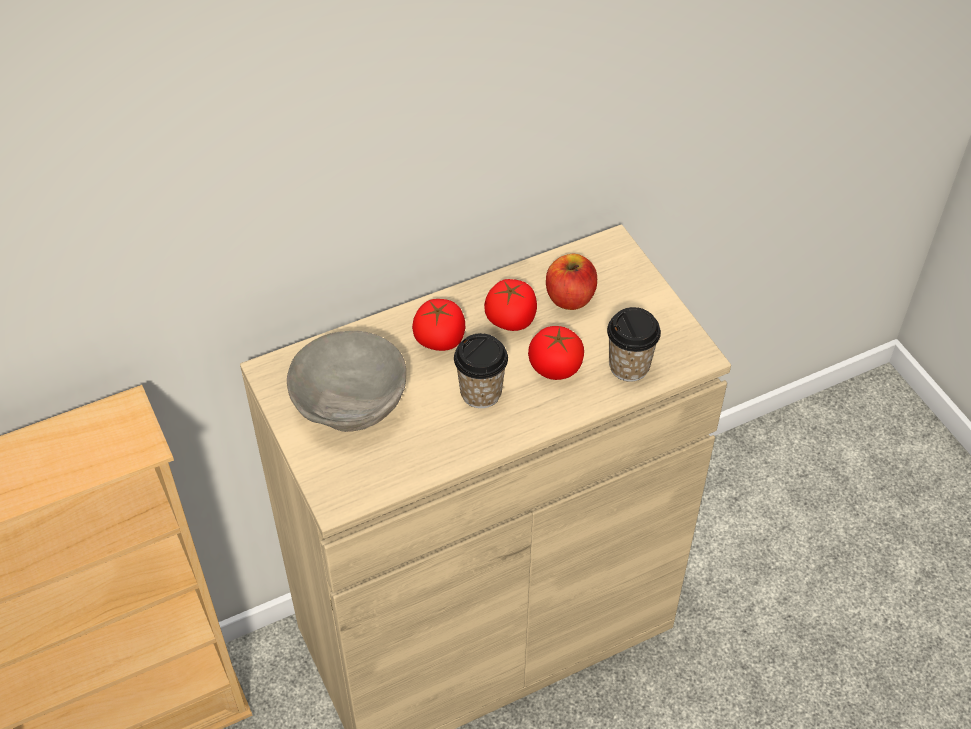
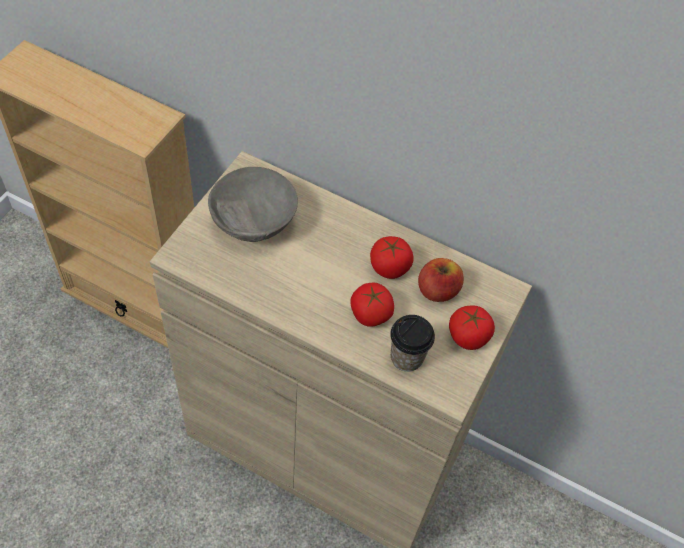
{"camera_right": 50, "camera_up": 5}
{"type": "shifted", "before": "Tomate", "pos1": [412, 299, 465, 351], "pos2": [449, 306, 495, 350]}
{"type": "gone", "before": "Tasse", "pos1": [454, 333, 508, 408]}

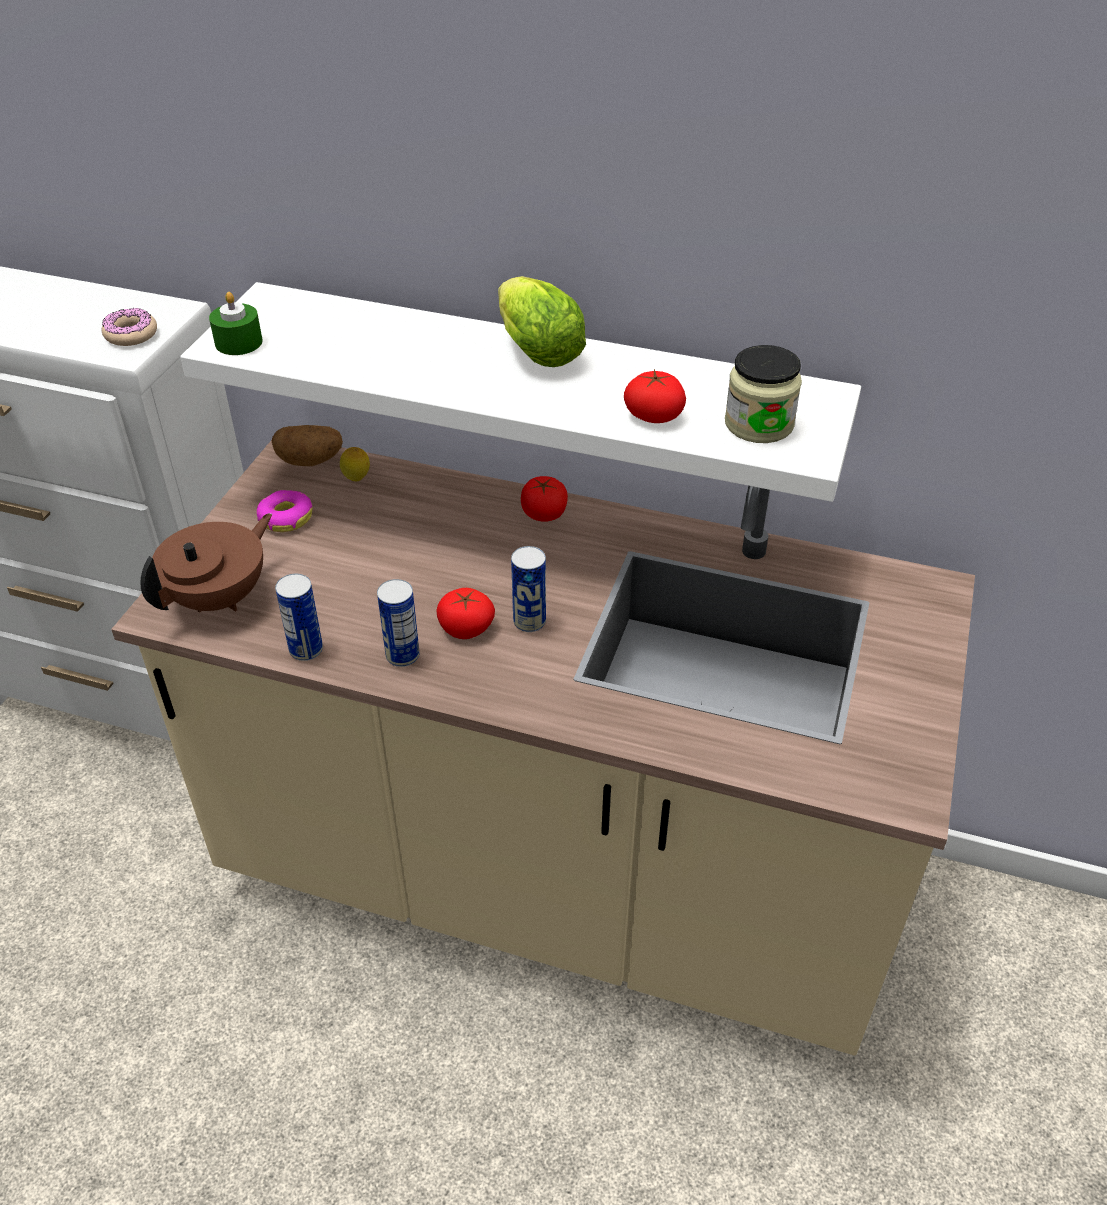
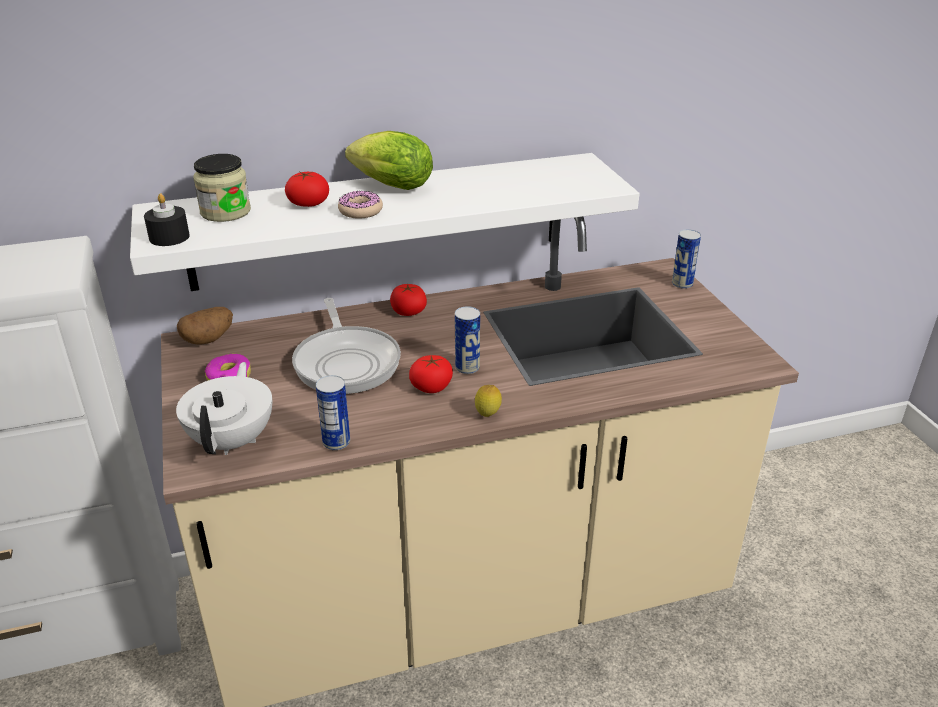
{"camera_right": -35, "camera_up": -10}
{"type": "repainted", "before": "Kerze [grün]", "after": "Kerze [schwarz]", "pos1": [209, 292, 263, 355], "pos2": [144, 193, 190, 246]}
{"type": "repainted", "before": "Teekanne [braun]", "after": "Teekanne [weiß]", "pos1": [140, 513, 272, 613], "pos2": [176, 362, 272, 455]}
{"type": "shifted", "before": "Vorratsglas", "pos1": [725, 345, 802, 443], "pos2": [193, 154, 251, 222]}
{"type": "shifted", "before": "Tomate", "pos1": [624, 369, 686, 423], "pos2": [285, 172, 329, 207]}
{"type": "new", "after": "Pfanne", "pos2": [292, 298, 401, 394]}
{"type": "shifted", "before": "Donut", "pos1": [102, 308, 157, 346], "pos2": [338, 191, 383, 218]}
{"type": "shifted", "before": "Zitrone", "pos1": [340, 447, 370, 481], "pos2": [475, 385, 502, 417]}
{"type": "shifted", "before": "Dose", "pos1": [377, 579, 420, 667], "pos2": [672, 229, 701, 289]}

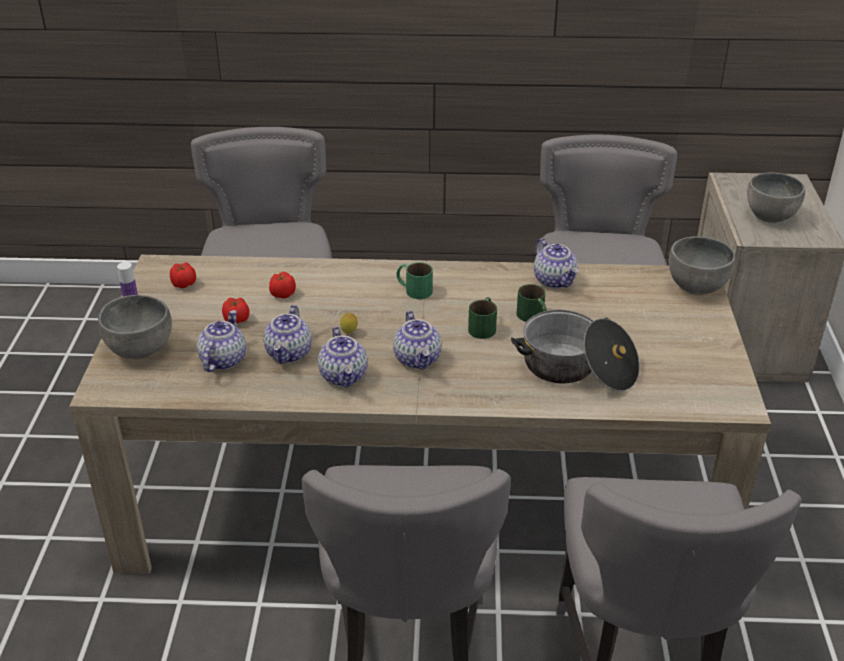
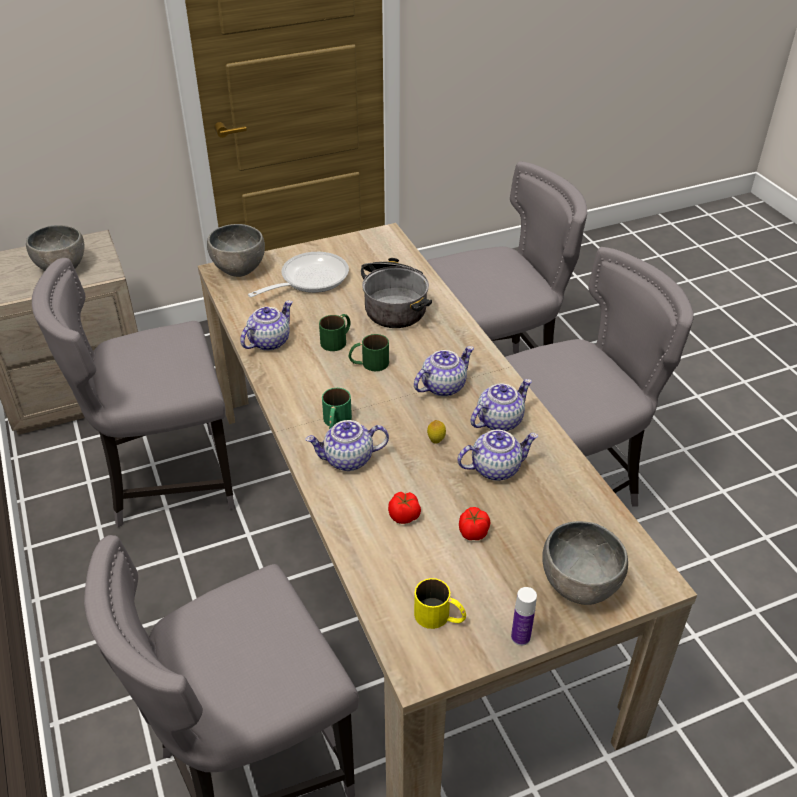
{"camera_right": -115, "camera_up": 5}
{"type": "new", "after": "Pfanne", "pos2": [248, 252, 349, 297]}
{"type": "shifted", "before": "Teekanne", "pos1": [197, 310, 246, 372], "pos2": [306, 420, 389, 471]}
{"type": "swapped", "before": "Tomate", "after": "Henkelbecher [gelb]", "pos1": [170, 263, 196, 288], "pos2": [414, 578, 466, 629]}

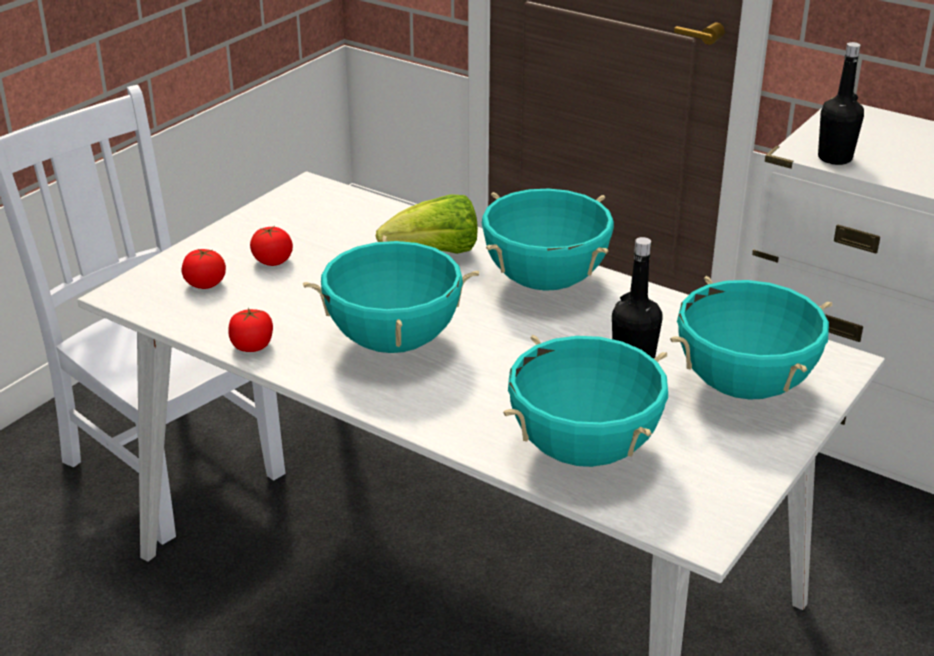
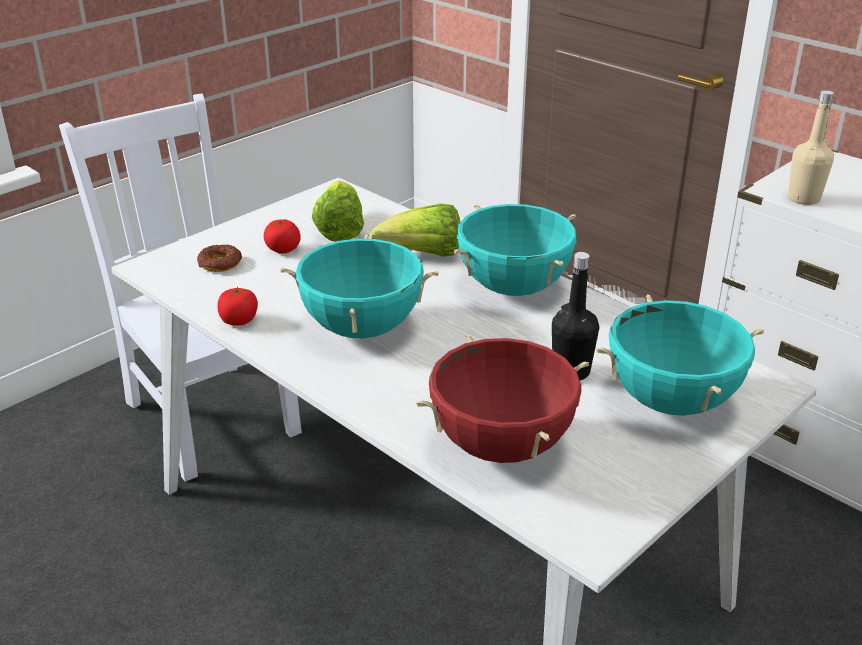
{"camera_right": 10, "camera_up": 0}
{"type": "swapped", "before": "Tomate", "after": "Donut", "pos1": [181, 249, 226, 289], "pos2": [197, 245, 242, 272]}
{"type": "new", "after": "Salatkopf", "pos2": [312, 180, 364, 241]}
{"type": "repainted", "before": "Kochtopf [türkis]", "after": "Kochtopf [rot]", "pos1": [503, 335, 668, 467], "pos2": [416, 333, 589, 463]}
{"type": "repainted", "before": "Flasche [schwarz]", "after": "Flasche [beige]", "pos1": [818, 42, 864, 165], "pos2": [788, 90, 834, 205]}

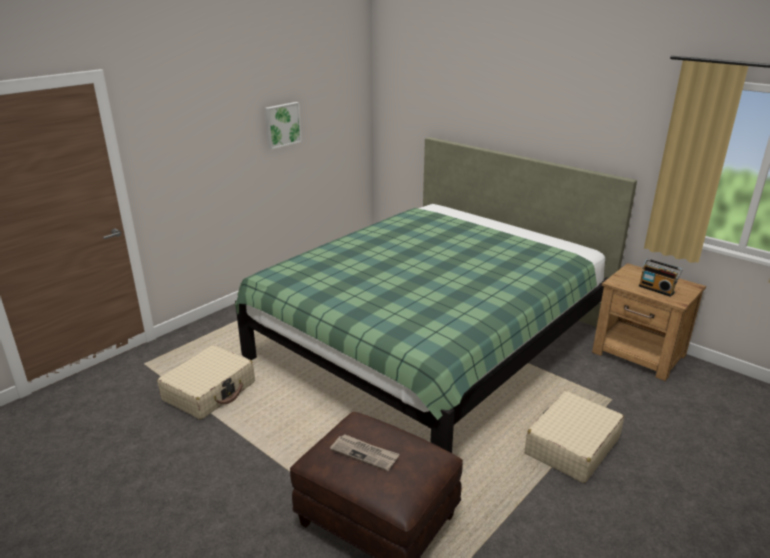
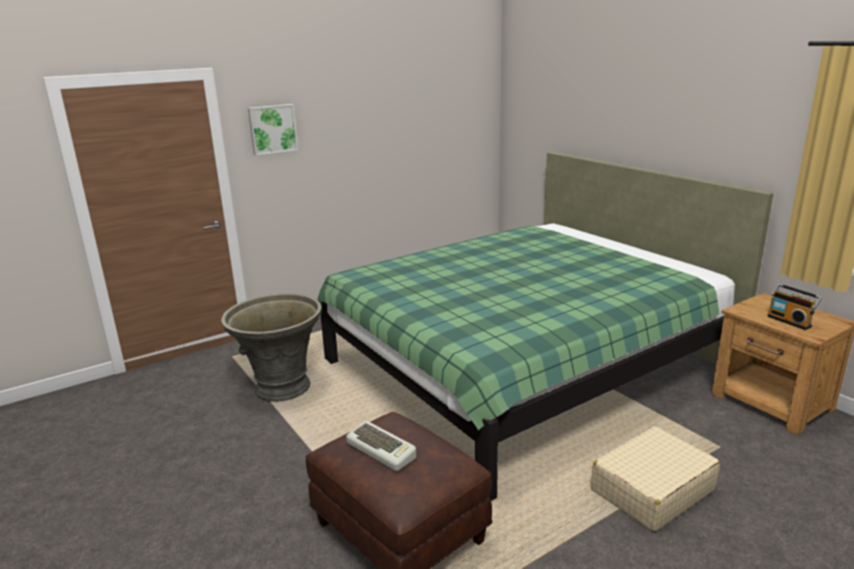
{"camera_right": 15, "camera_up": -5}
{"type": "swapped", "before": "Koffer [beige]", "after": "Pflanzkübel [grau]", "pos1": [157, 345, 255, 420], "pos2": [221, 293, 321, 402]}
{"type": "shifted", "before": "Bild", "pos1": [265, 102, 302, 149], "pos2": [248, 104, 298, 156]}
{"type": "swapped", "before": "Zeitung", "after": "Tastatur", "pos1": [330, 434, 400, 471], "pos2": [346, 421, 416, 471]}

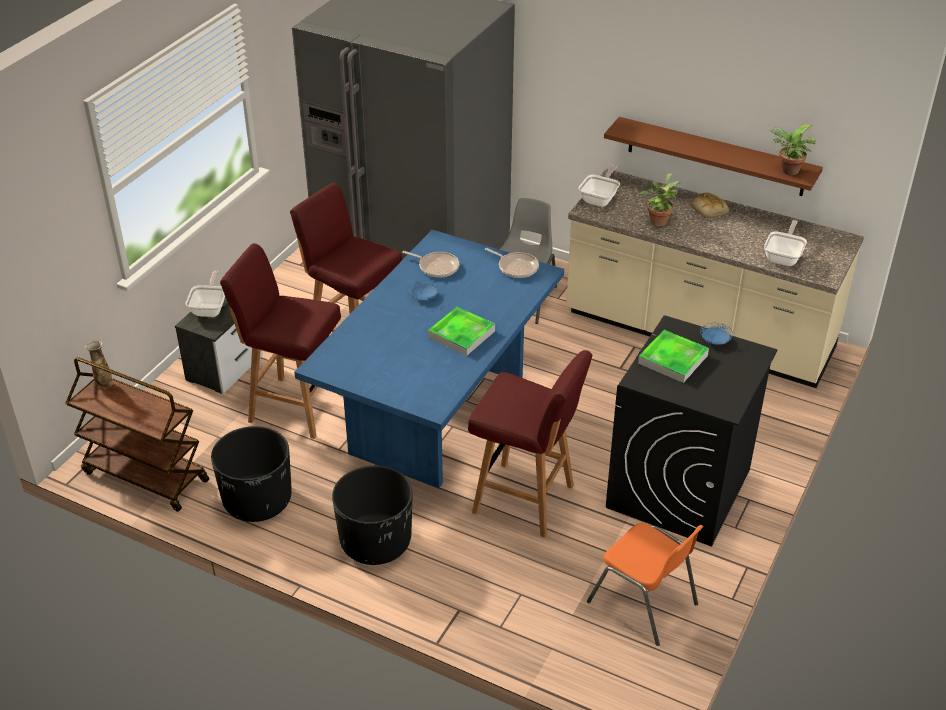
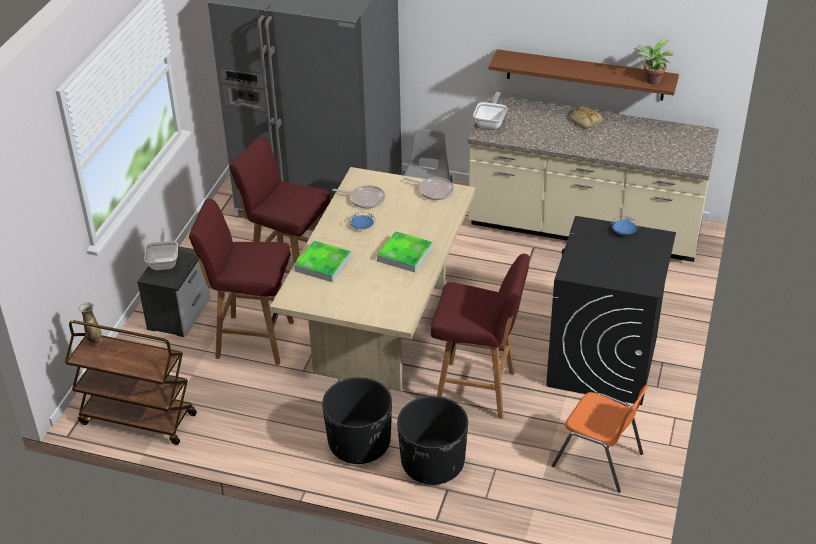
{"camera_right": -10, "camera_up": 0}
{"type": "repainted", "before": "Esstisch [blau]", "after": "Esstisch [beige]", "pos1": [294, 230, 564, 488], "pos2": [270, 167, 475, 391]}
{"type": "shifted", "before": "Tablett", "pos1": [638, 330, 709, 383], "pos2": [294, 241, 352, 282]}
{"type": "shifted", "before": "Pflanzkübel [schwarz]", "pos1": [211, 426, 292, 522], "pos2": [397, 396, 468, 485]}
{"type": "gone", "before": "Topfpflanze", "pos1": [639, 173, 680, 227]}
{"type": "gone", "before": "Pfanne", "pos1": [764, 220, 807, 266]}

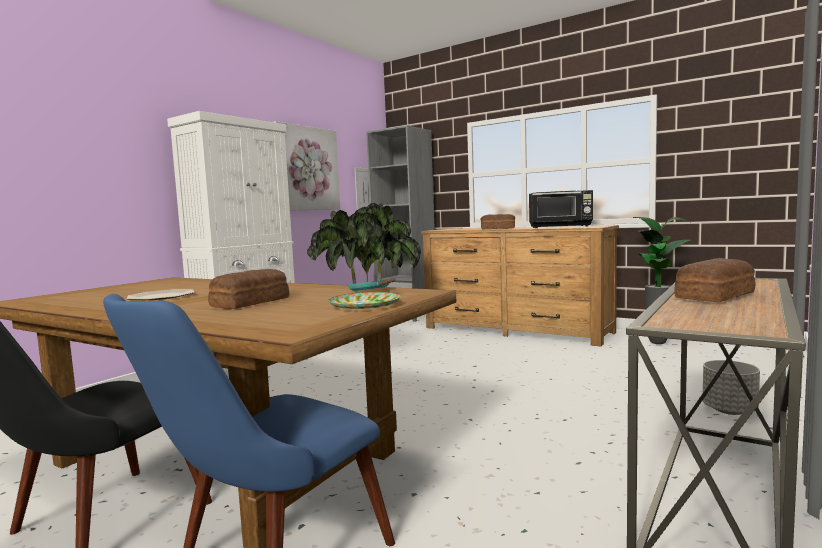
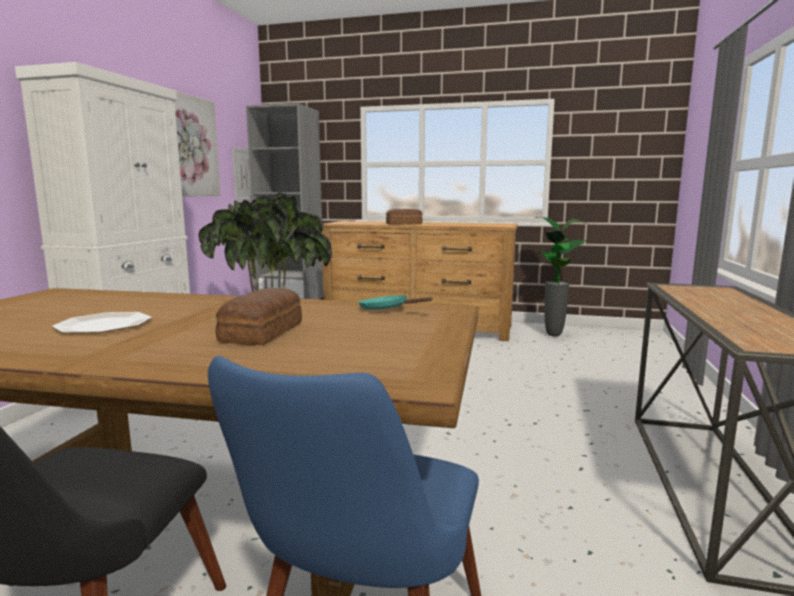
{"camera_right": -20, "camera_up": 5}
{"type": "gone", "before": "Teller", "pos1": [328, 292, 401, 309]}
{"type": "gone", "before": "Mikrowelle [schwarz]", "pos1": [529, 190, 593, 228]}
{"type": "gone", "before": "Brot", "pos1": [674, 258, 756, 302]}
{"type": "gone", "before": "Pflanzkübel [grau]", "pos1": [703, 360, 760, 415]}

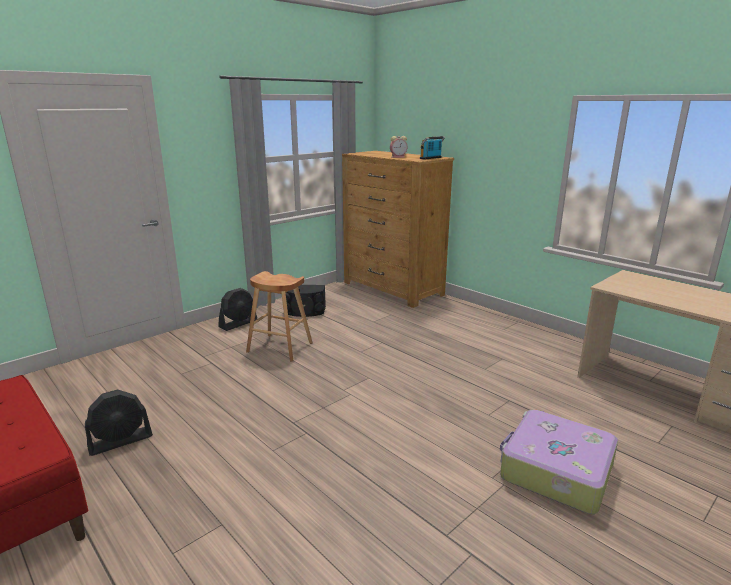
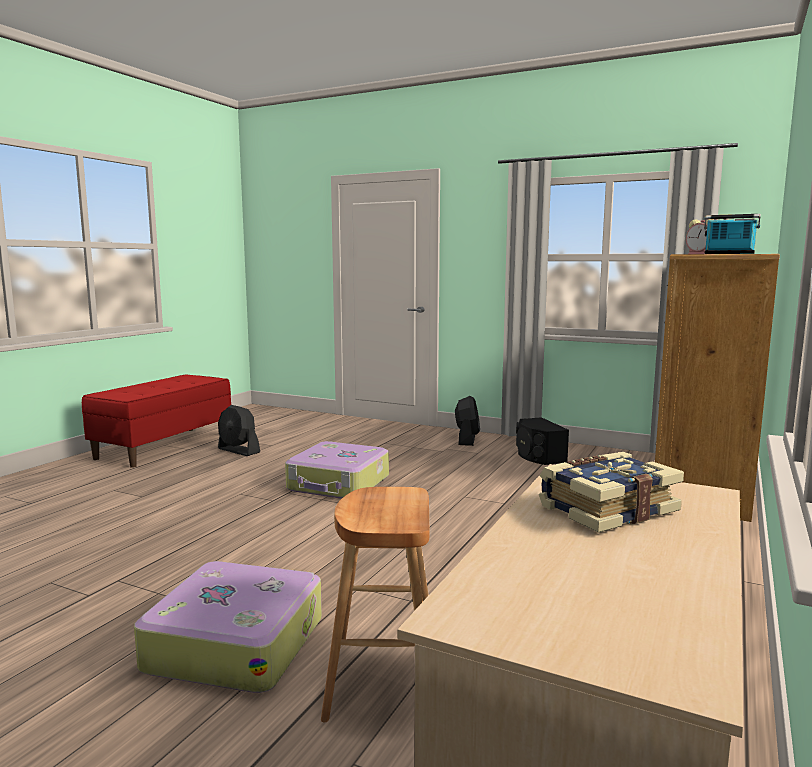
{"camera_right": 70, "camera_up": -10}
{"type": "new", "after": "Koffer", "pos2": [285, 441, 389, 499]}
{"type": "shifted", "before": "Hocker [braun]", "pos1": [246, 271, 313, 362], "pos2": [321, 487, 430, 723]}
{"type": "rotated", "before": "Ventilator [schwarz]", "pos1": [218, 288, 257, 331], "pos2": [455, 396, 480, 446], "turn": -105}
{"type": "new", "after": "Buch", "pos2": [539, 452, 684, 533]}

